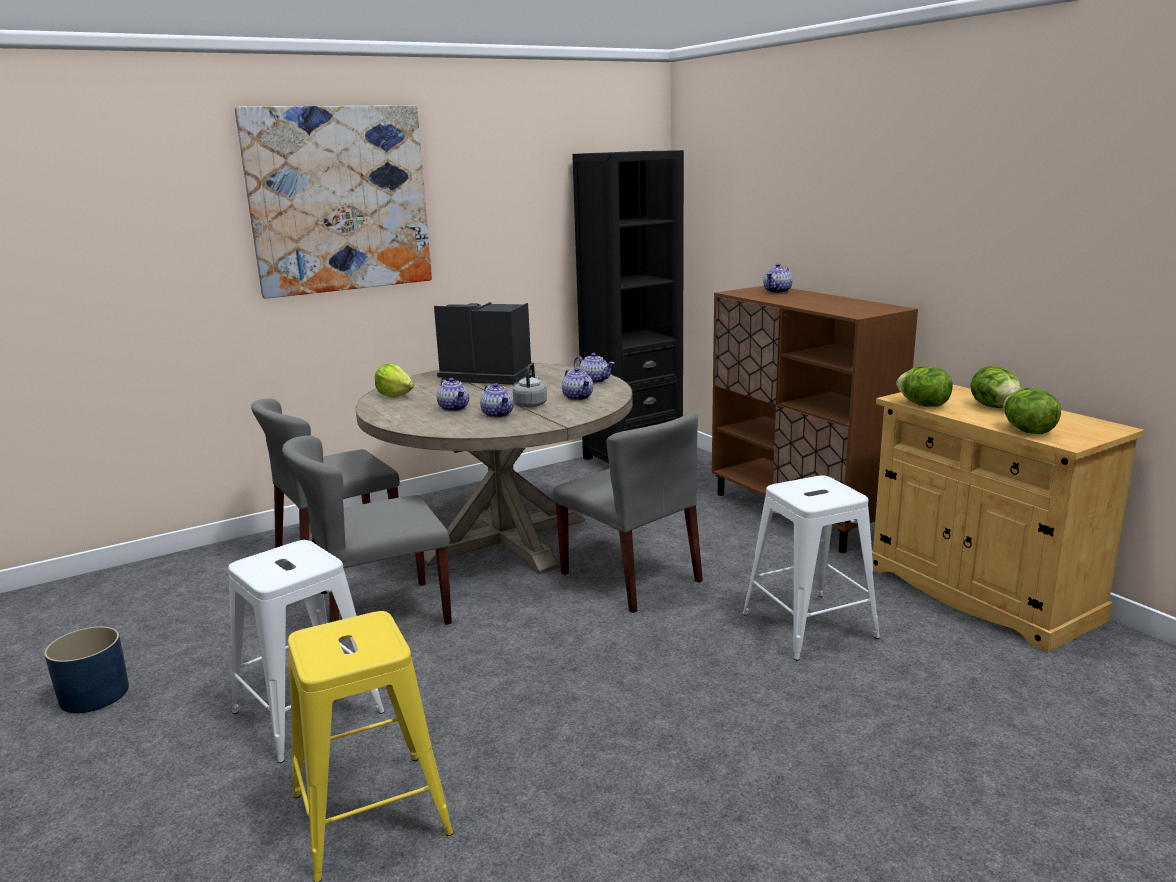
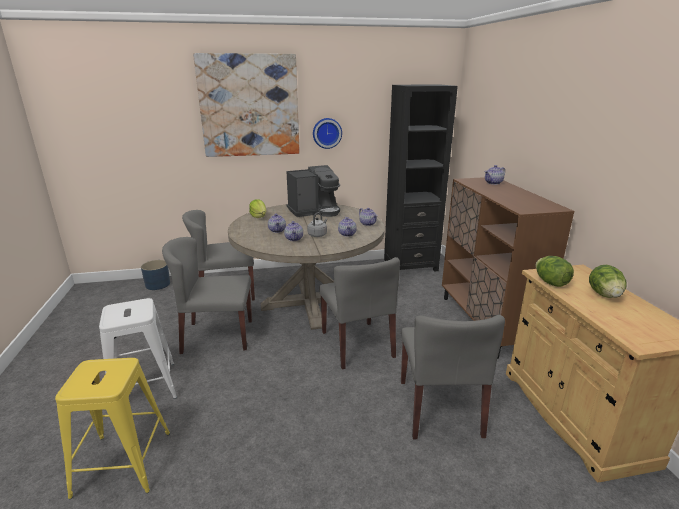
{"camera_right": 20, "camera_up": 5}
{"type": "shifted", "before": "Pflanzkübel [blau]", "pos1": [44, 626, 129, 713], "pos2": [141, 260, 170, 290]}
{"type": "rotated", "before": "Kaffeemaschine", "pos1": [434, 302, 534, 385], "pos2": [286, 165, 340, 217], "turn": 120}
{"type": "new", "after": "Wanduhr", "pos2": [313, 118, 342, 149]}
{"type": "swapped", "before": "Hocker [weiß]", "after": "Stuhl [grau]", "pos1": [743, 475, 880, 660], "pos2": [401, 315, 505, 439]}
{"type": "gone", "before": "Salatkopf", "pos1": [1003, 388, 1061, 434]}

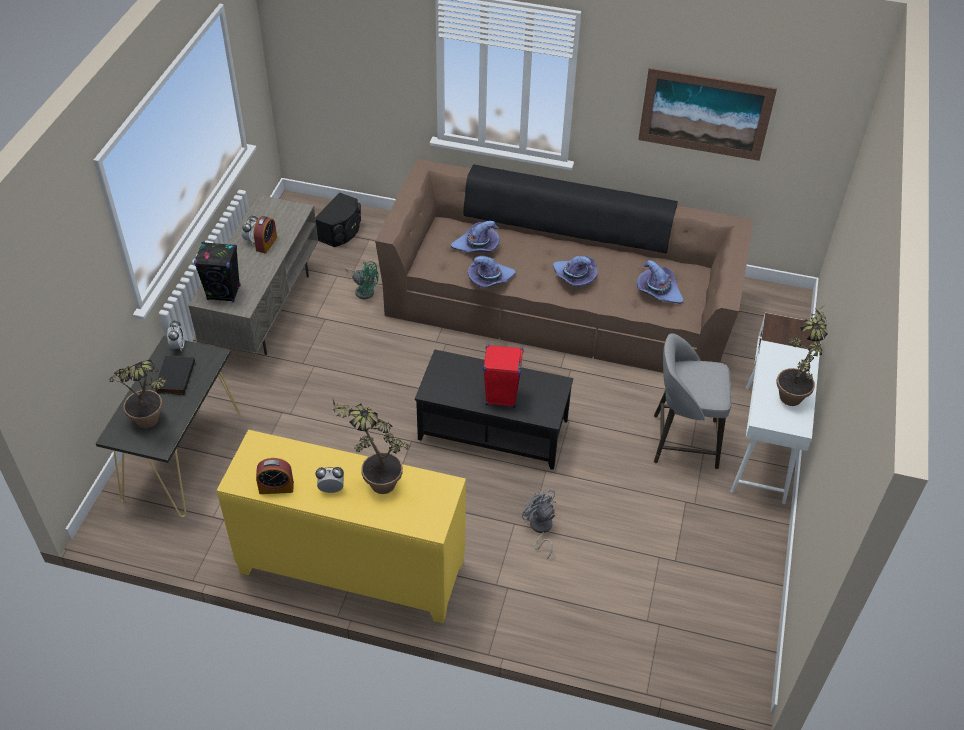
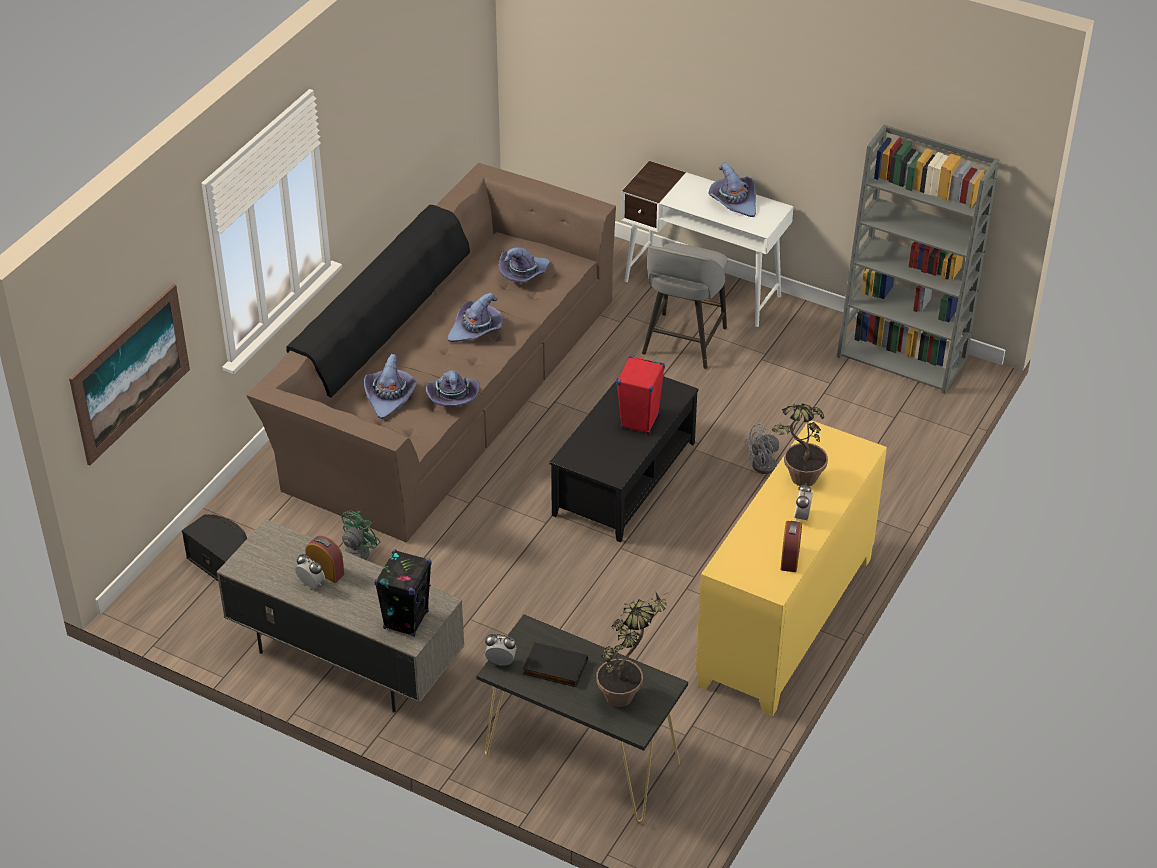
{"camera_right": -75, "camera_up": -5}
{"type": "shifted", "before": "Bild", "pos1": [638, 67, 777, 161], "pos2": [69, 284, 190, 465]}
{"type": "swapped", "before": "Topfpflanze", "after": "Hut [lila]", "pos1": [776, 303, 828, 406], "pos2": [708, 162, 756, 217]}
{"type": "new", "after": "Bücherregal [grau]", "pos2": [837, 125, 1000, 394]}

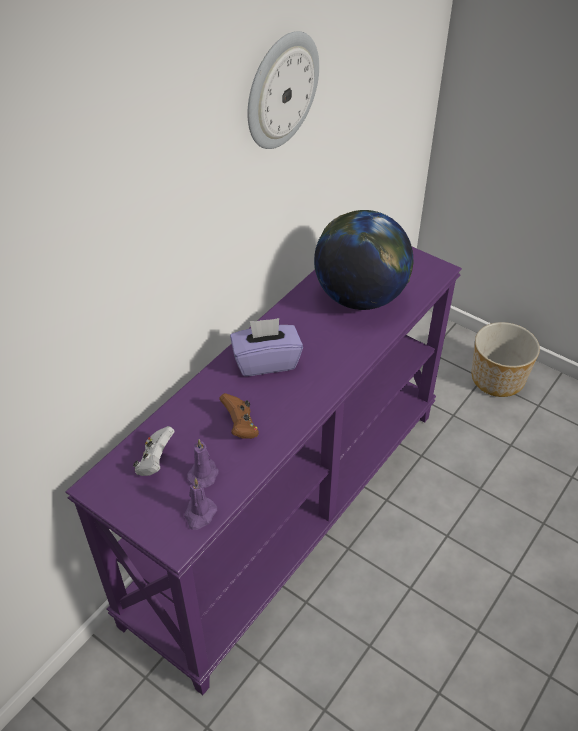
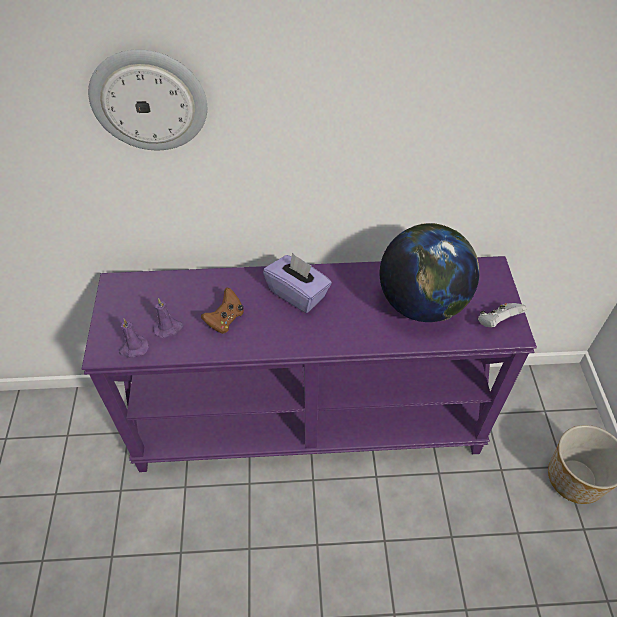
{"camera_right": 50, "camera_up": 5}
{"type": "shifted", "before": "Wanduhr", "pos1": [248, 31, 319, 149], "pos2": [88, 50, 207, 150]}
{"type": "shifted", "before": "Gamepad [weiß]", "pos1": [133, 426, 175, 476], "pos2": [478, 303, 526, 327]}

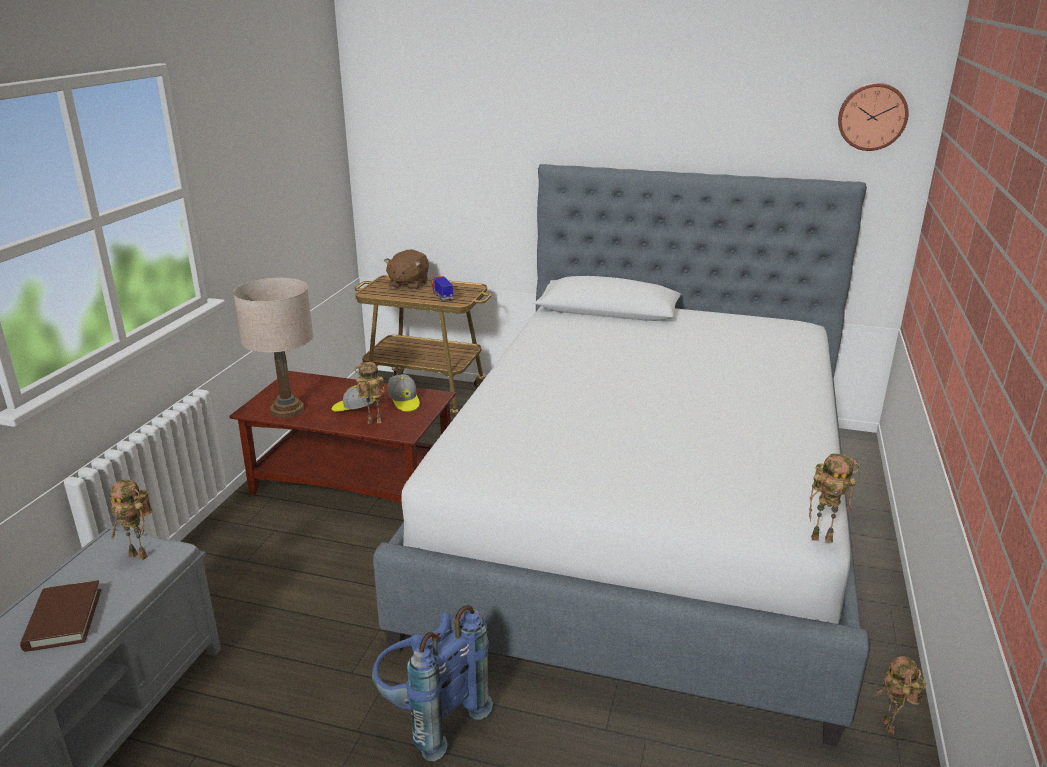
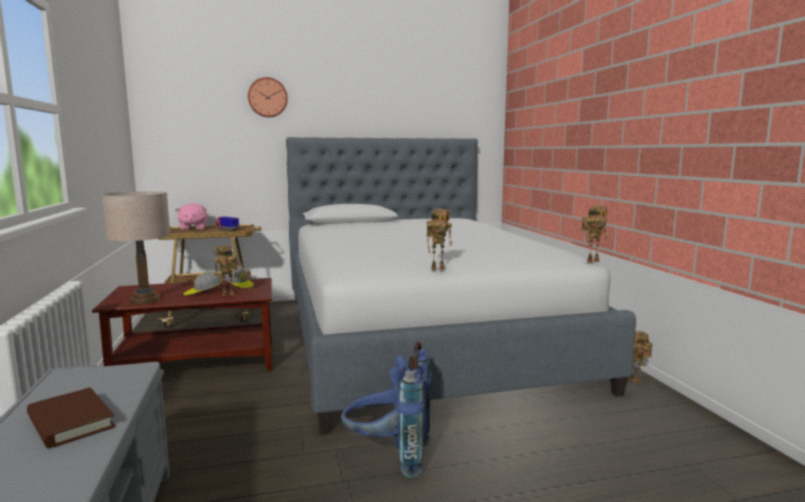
{"camera_right": -30, "camera_up": -15}
{"type": "repainted", "before": "Plüschtier [braun]", "after": "Plüschtier [rosa]", "pos1": [384, 249, 429, 290], "pos2": [175, 203, 207, 230]}
{"type": "shifted", "before": "Wanduhr", "pos1": [838, 83, 909, 151], "pos2": [248, 77, 288, 117]}
{"type": "shifted", "before": "Spielzeugroboter", "pos1": [110, 480, 152, 560], "pos2": [427, 209, 452, 270]}

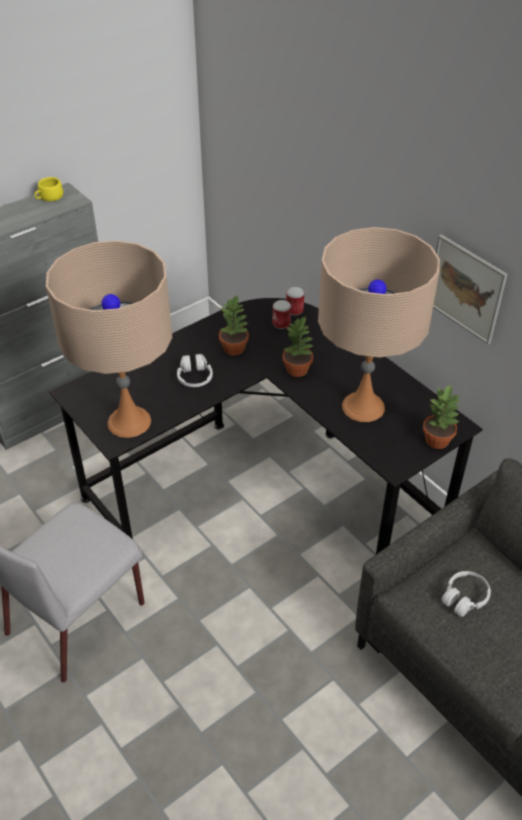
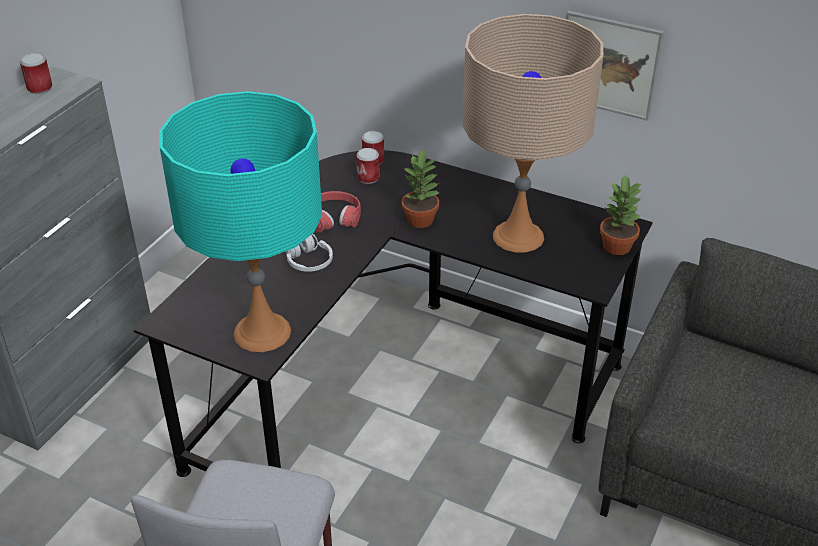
{"camera_right": -25, "camera_up": -5}
{"type": "swapped", "before": "Tasse [gelb]", "after": "Dose", "pos1": [34, 177, 63, 201], "pos2": [20, 53, 52, 94]}
{"type": "repainted", "before": "Tischlampe [beige]", "after": "Tischlampe [türkis]", "pos1": [46, 240, 172, 438], "pos2": [159, 91, 322, 352]}
{"type": "swapped", "before": "Topfpflanze", "after": "Kopfhörer [rot]", "pos1": [219, 295, 249, 355], "pos2": [315, 191, 361, 232]}
{"type": "gone", "before": "Kopfhörer [weiß]", "pos1": [441, 571, 491, 617]}

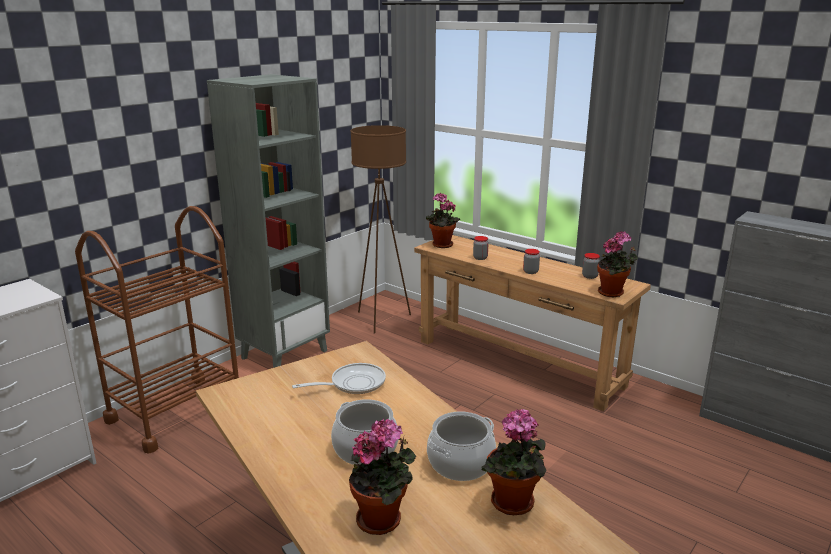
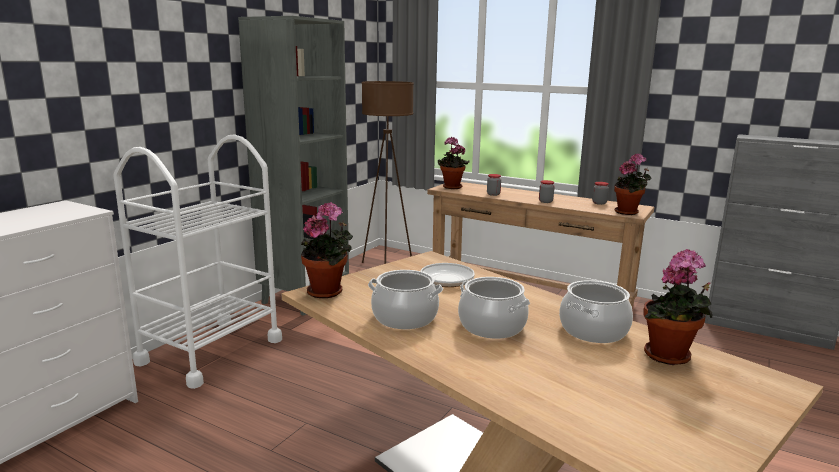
{"camera_right": -10, "camera_up": -5}
{"type": "repainted", "before": "Rollwagen [braun]", "after": "Rollwagen [weiß]", "pos1": [75, 206, 239, 454], "pos2": [113, 134, 282, 389]}
{"type": "shifted", "before": "Topfpflanze", "pos1": [349, 419, 416, 535], "pos2": [301, 202, 353, 298]}
{"type": "new", "after": "Kochtopf", "pos2": [368, 270, 443, 329]}

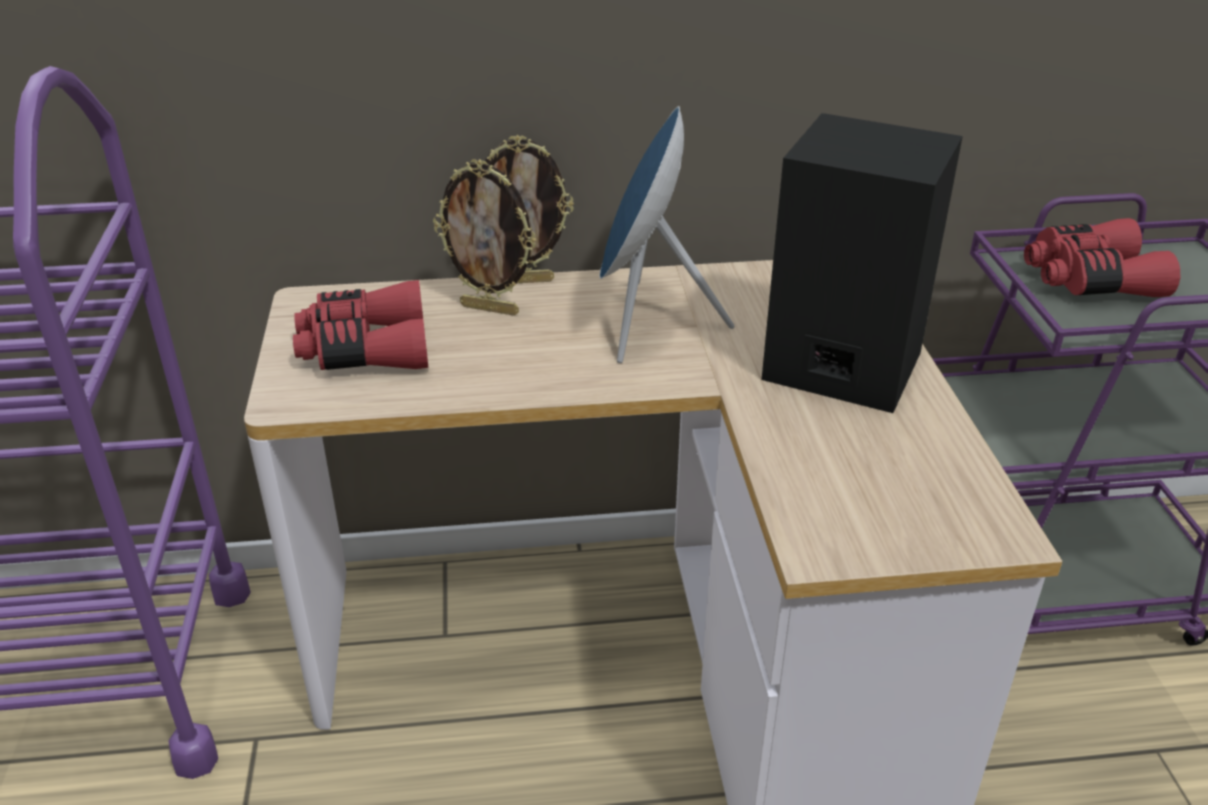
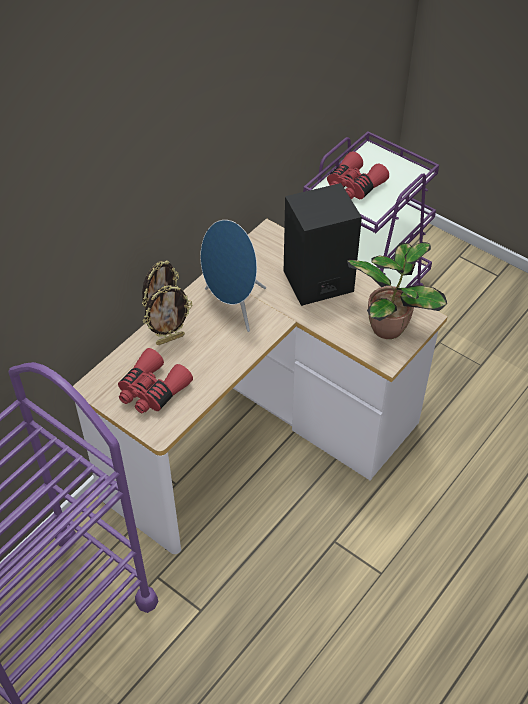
{"camera_right": -45, "camera_up": 15}
{"type": "new", "after": "Topfpflanze", "pos2": [347, 242, 447, 339]}

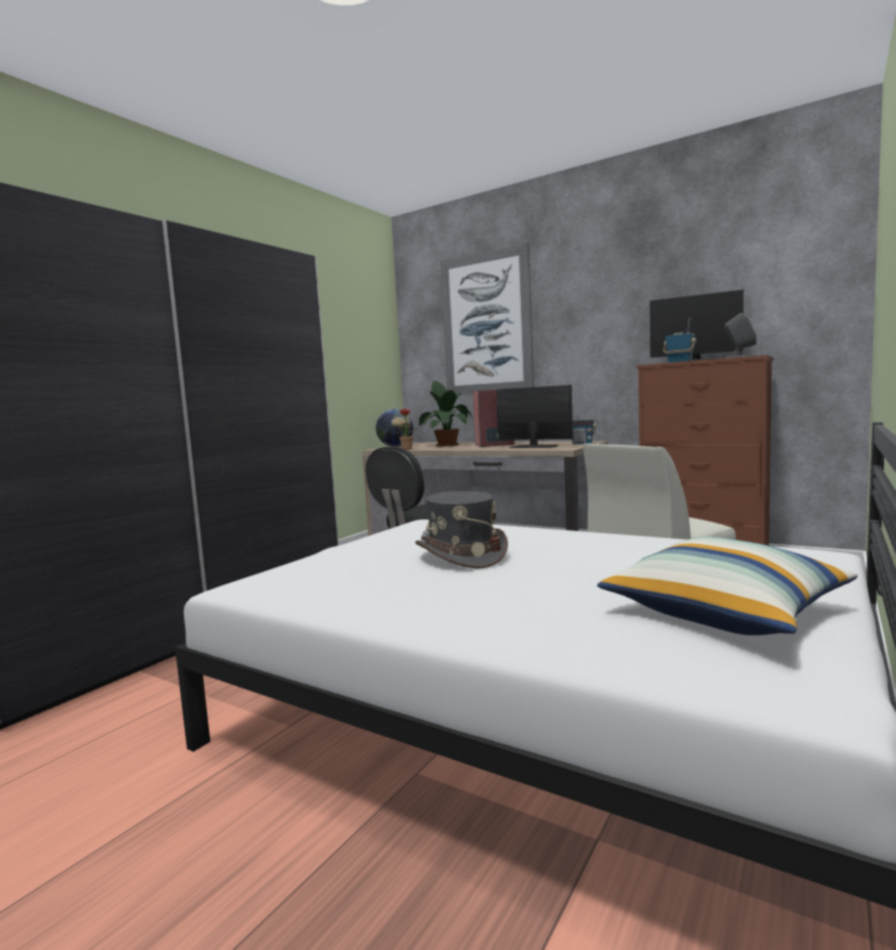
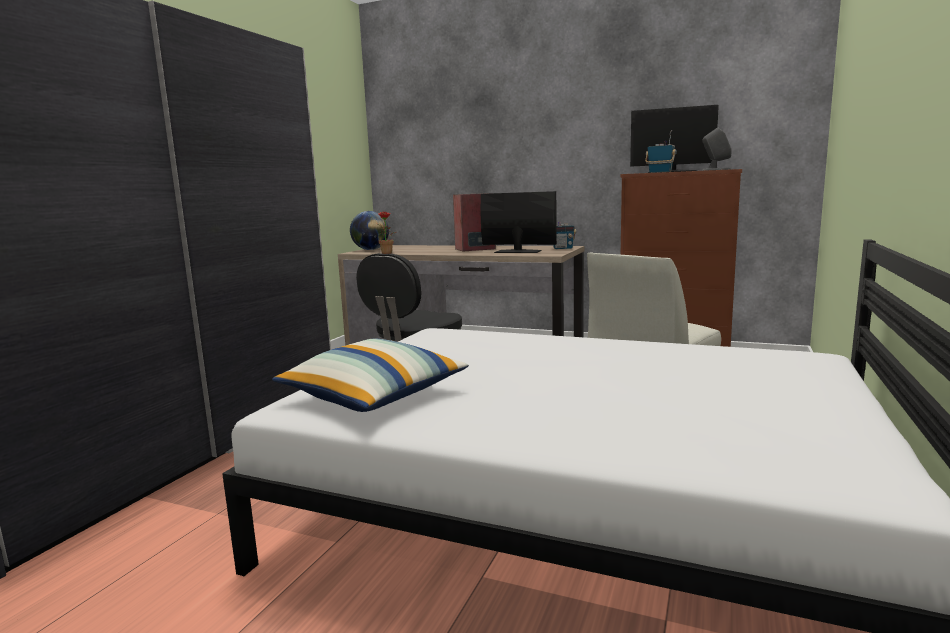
{"camera_right": -10, "camera_up": 5}
{"type": "shifted", "before": "Kissen", "pos1": [597, 537, 858, 635], "pos2": [272, 339, 469, 412]}
{"type": "gone", "before": "Hut [grau]", "pos1": [415, 491, 508, 569]}
{"type": "gone", "before": "Topfpflanze", "pos1": [419, 381, 473, 447]}
{"type": "gone", "before": "Bild", "pos1": [440, 243, 534, 395]}

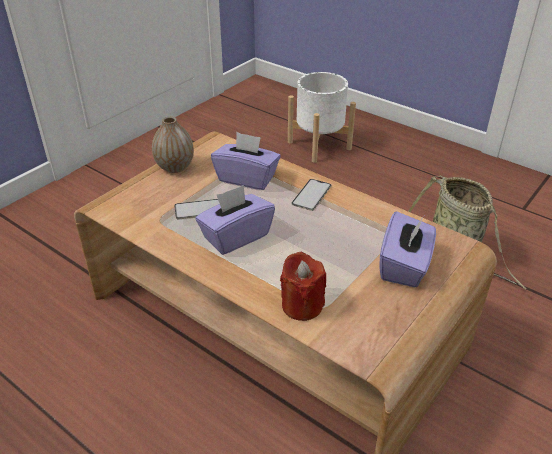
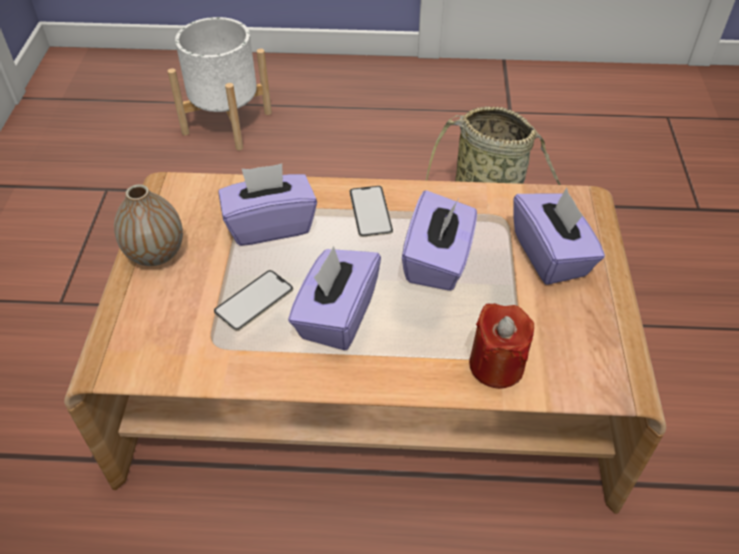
{"camera_right": -35, "camera_up": 10}
{"type": "new", "after": "Taschentuchbox [lila]", "pos2": [402, 190, 477, 291]}

